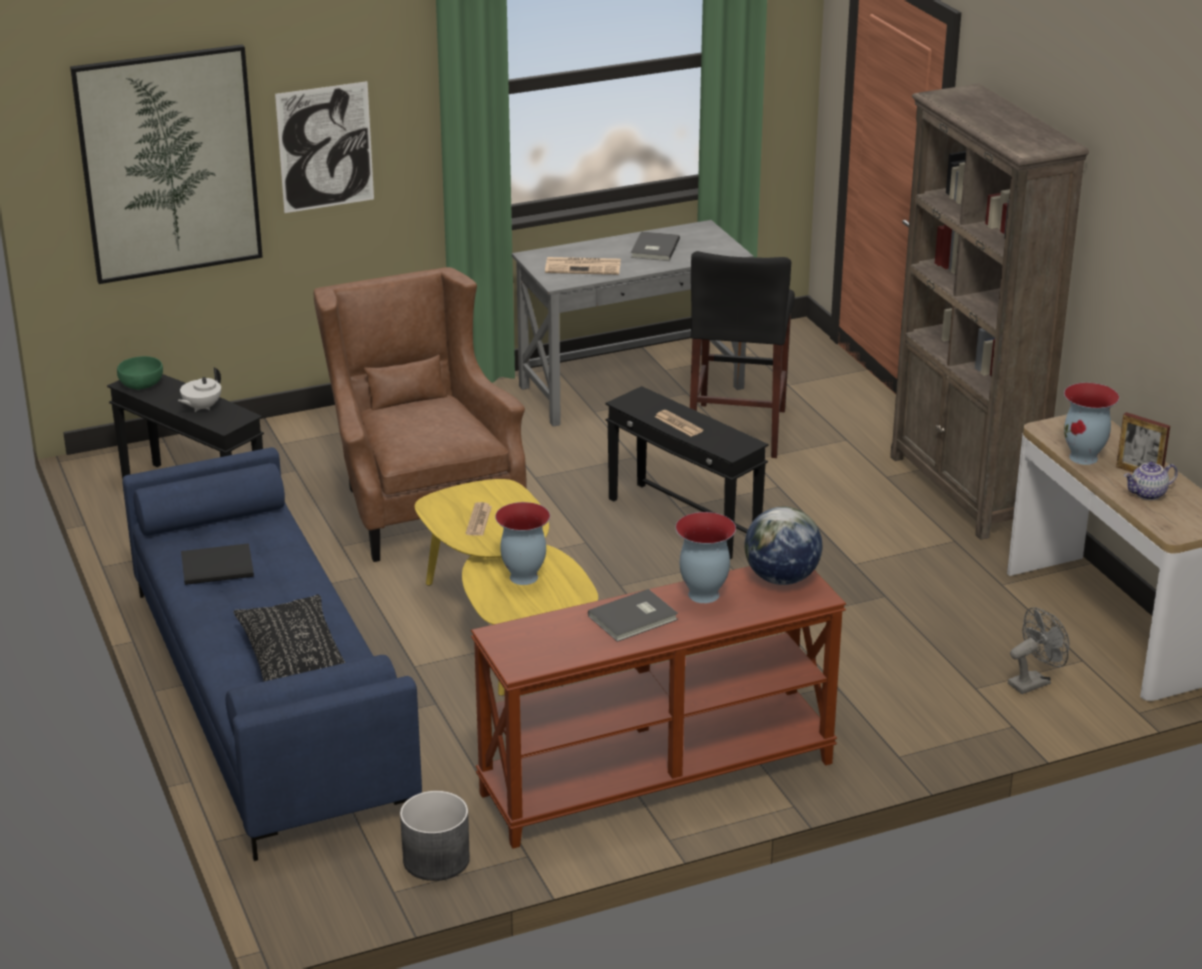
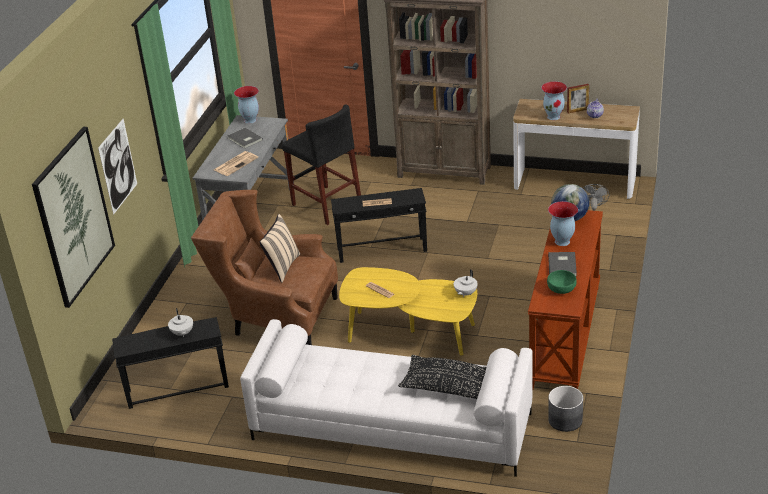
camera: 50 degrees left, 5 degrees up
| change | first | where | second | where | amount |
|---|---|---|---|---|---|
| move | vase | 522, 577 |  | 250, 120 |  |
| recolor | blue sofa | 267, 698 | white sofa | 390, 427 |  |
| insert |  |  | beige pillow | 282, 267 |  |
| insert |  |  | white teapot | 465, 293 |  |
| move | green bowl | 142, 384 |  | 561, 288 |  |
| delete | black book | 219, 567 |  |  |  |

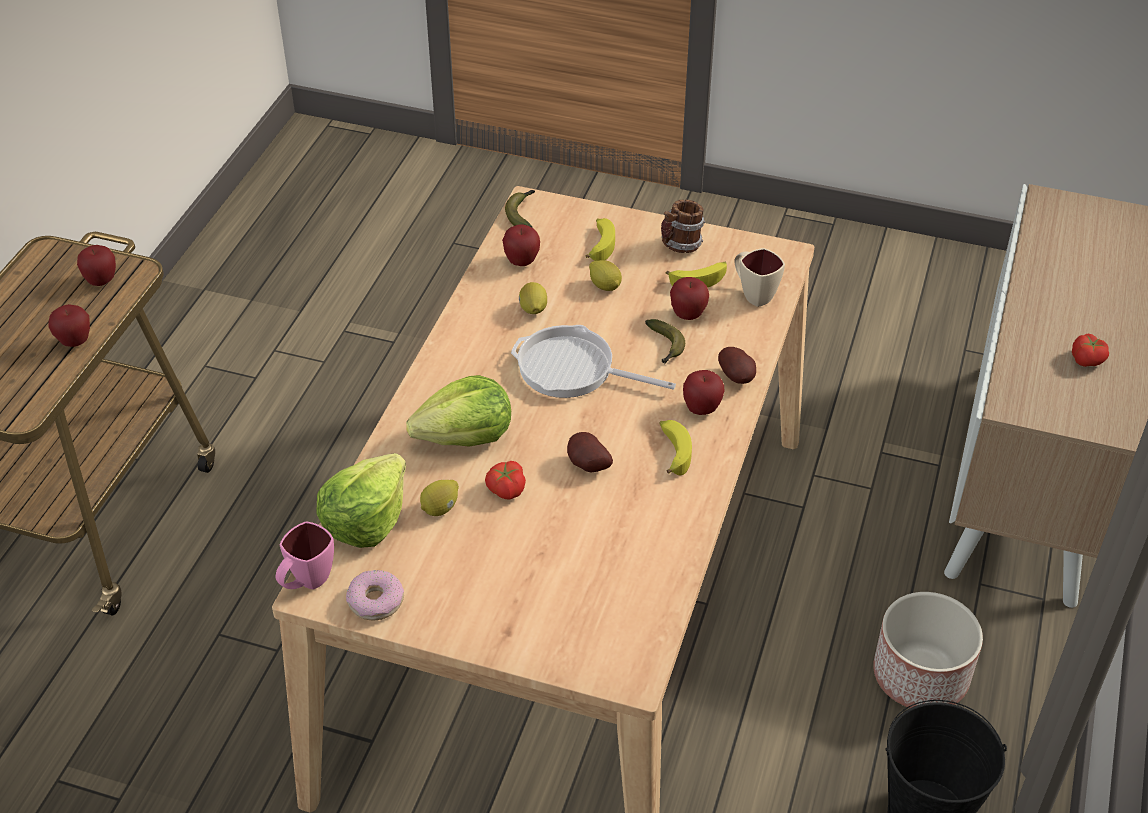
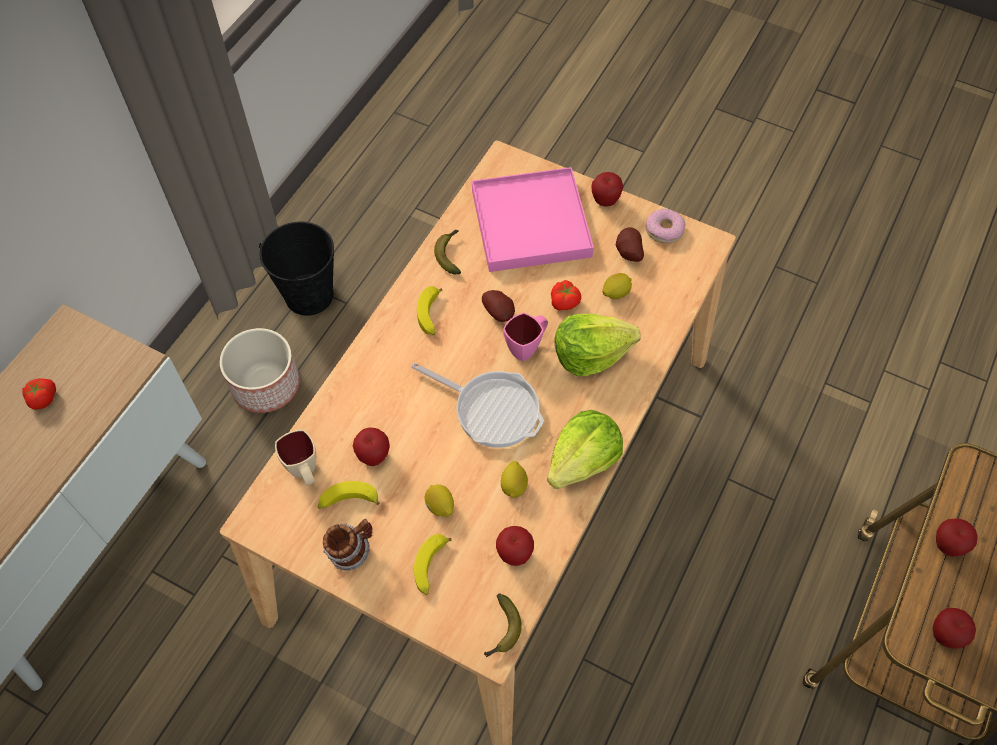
camera: 170 degrees left, 15 degrees up
| change | first | where | second | where | amount |
|---|---|---|---|---|---|
| move | banana | 665, 347 |  | 450, 254 |  |
| insert |  |  | pink tray | 531, 223 |  |
| move | pink mug | 306, 583 |  | 527, 347 |  |
| move | lettuce | 365, 519 |  | 583, 460 |  |
| move | apple | 701, 409 |  | 605, 201 |  |
| move | potato | 737, 377 |  | 627, 253 |  |

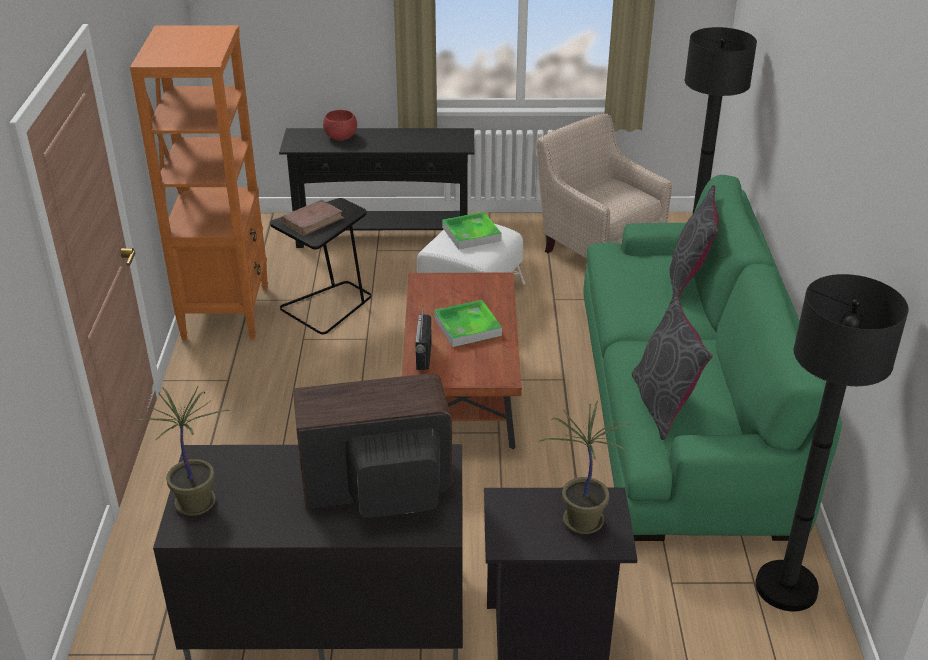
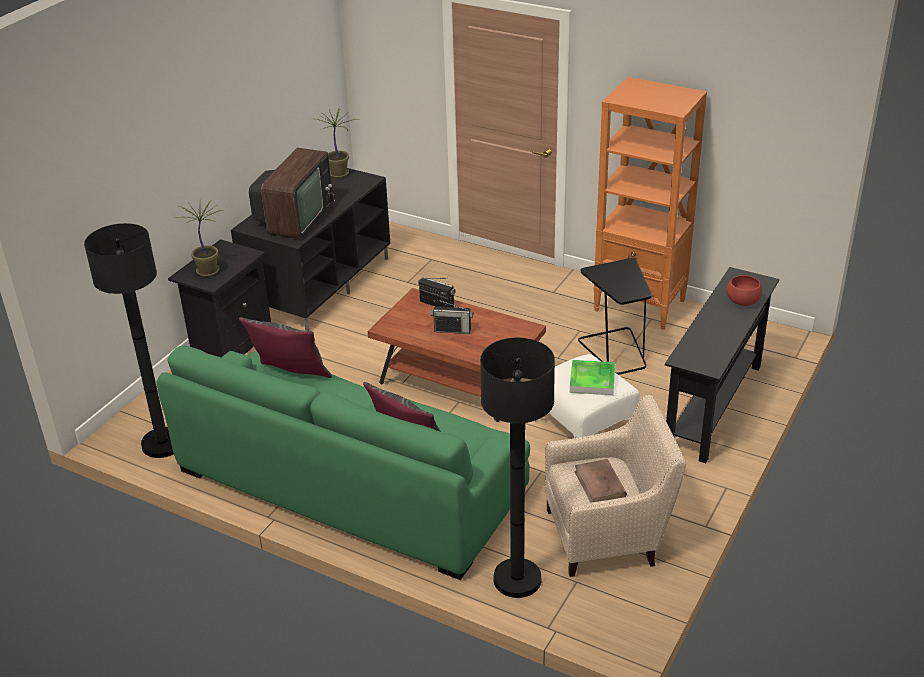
camera: 120 degrees right, 0 degrees up
| change | first | where | second | where | amount |
|---|---|---|---|---|---|
| replace | tray | 467, 327 | radio | 452, 330 |  |
| move | brown book | 313, 220 |  | 600, 484 |  |

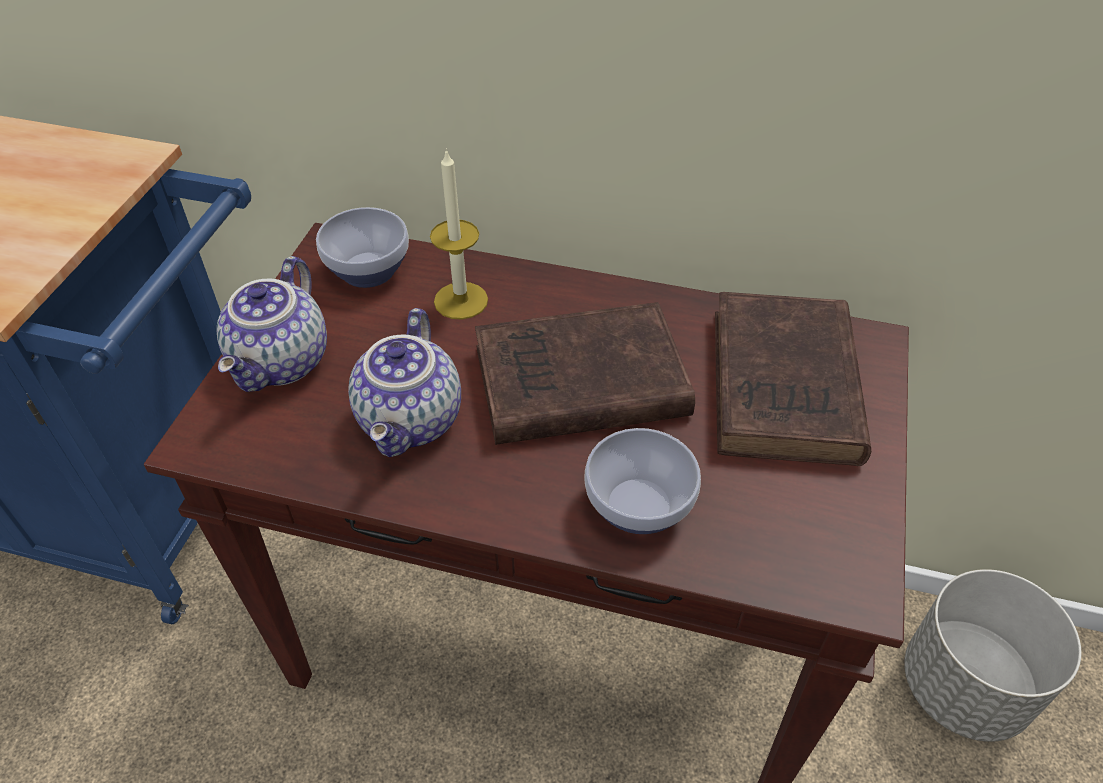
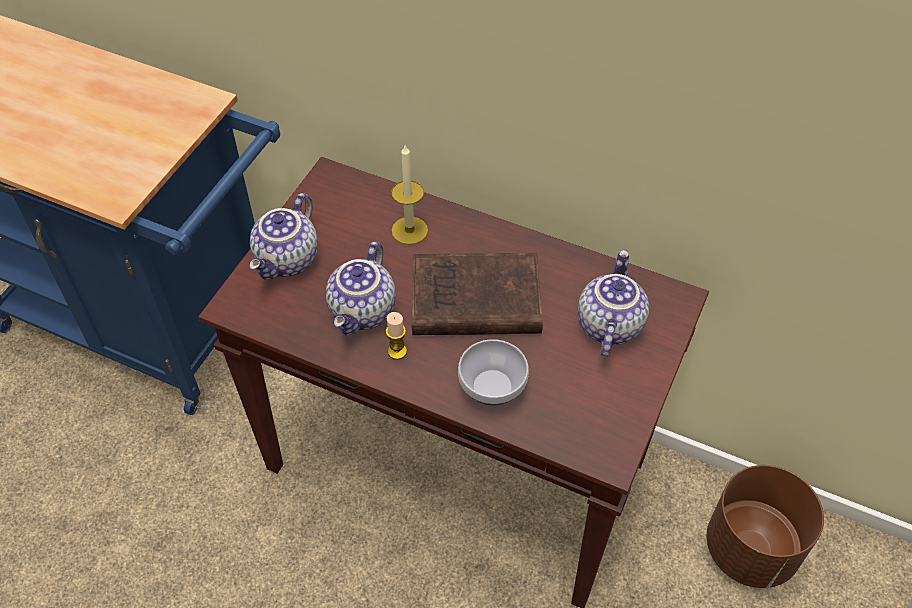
camera: 10 degrees right, 5 degrees up
| change | first | where | second | where | amount |
|---|---|---|---|---|---|
| insert |  |  | candle | 397, 351 |  |
| replace | brown book | 784, 390 | teapot | 608, 324 |  |
| recolor | grey planter | 964, 687 | brown planter | 751, 549 |  |
| delete | bowl | 371, 271 |  |  |  |

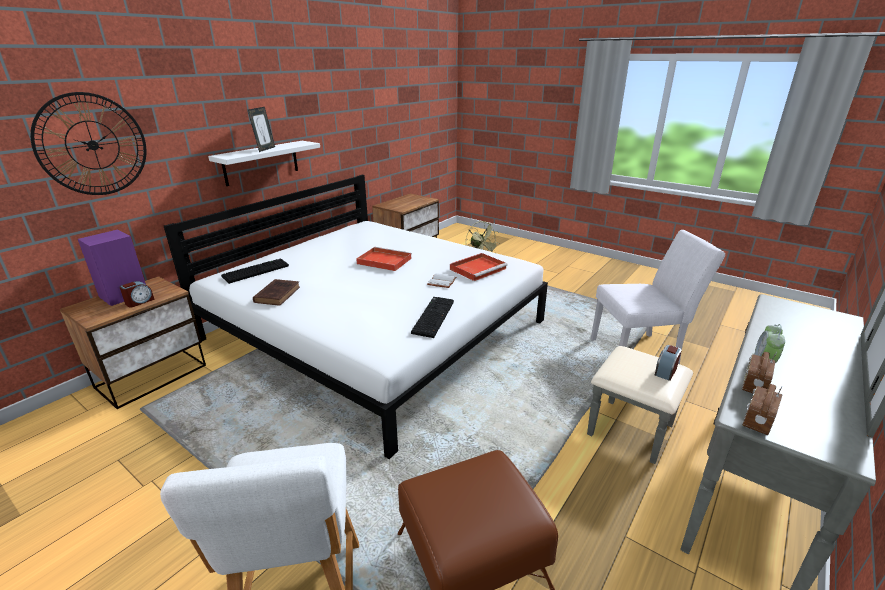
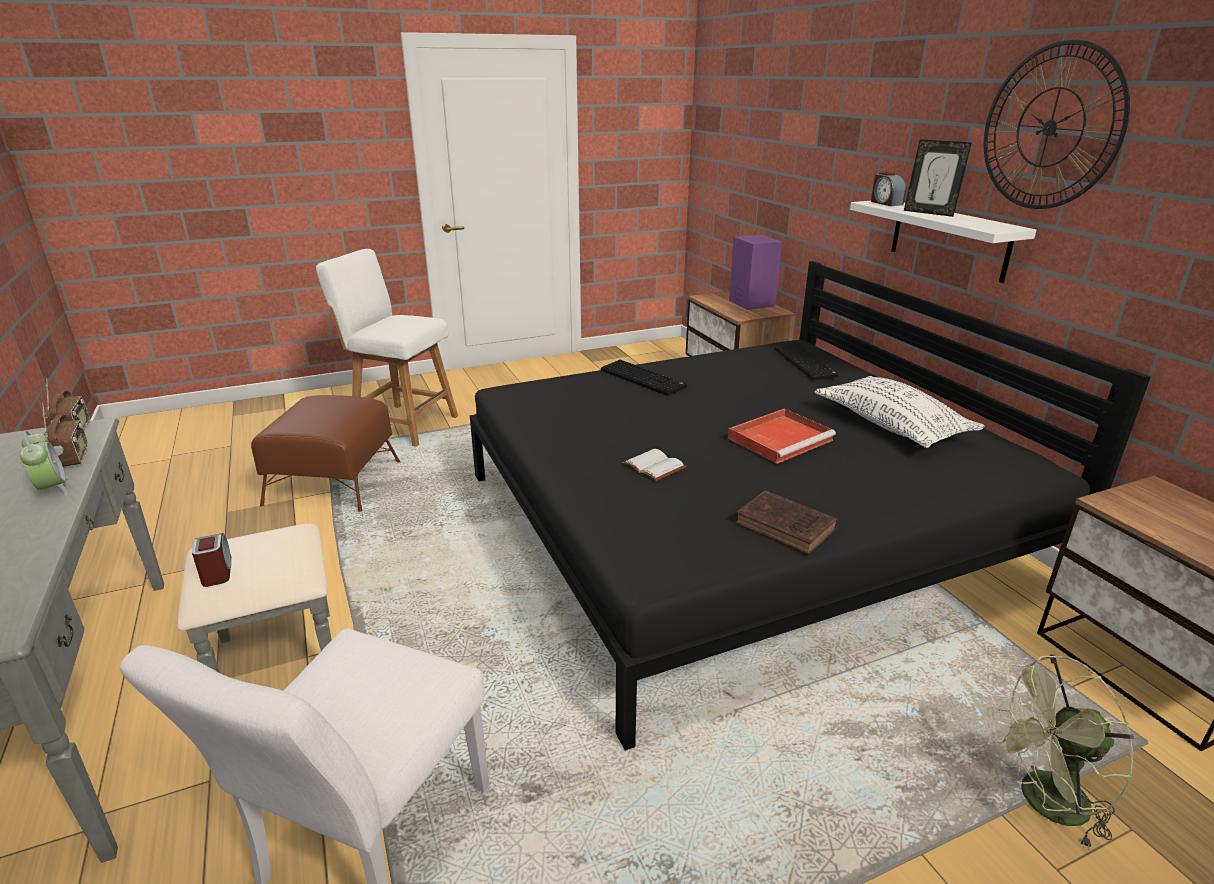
camera: 120 degrees right, 0 degrees up
| change | first | where | second | where | amount |
|---|---|---|---|---|---|
| recolor | white bed | 376, 330 | black bed | 739, 526 |  |
| move | keyboard | 432, 317 |  | 644, 379 |  |
| move | brown book | 278, 294 |  | 787, 527 |  |
| insert |  |  | white pillow | 891, 426 |  |
| move | alarm clock | 139, 302 |  | 885, 203 |  |
| move | wall clock | 93, 145 |  | 1050, 127 |  |
| delete | red tray | 478, 268 |  |  |  |

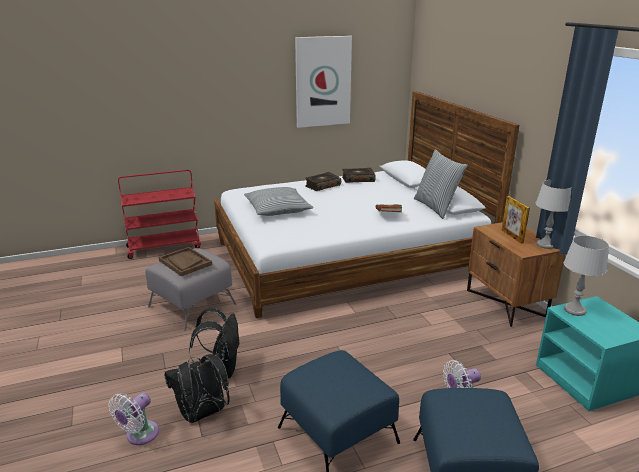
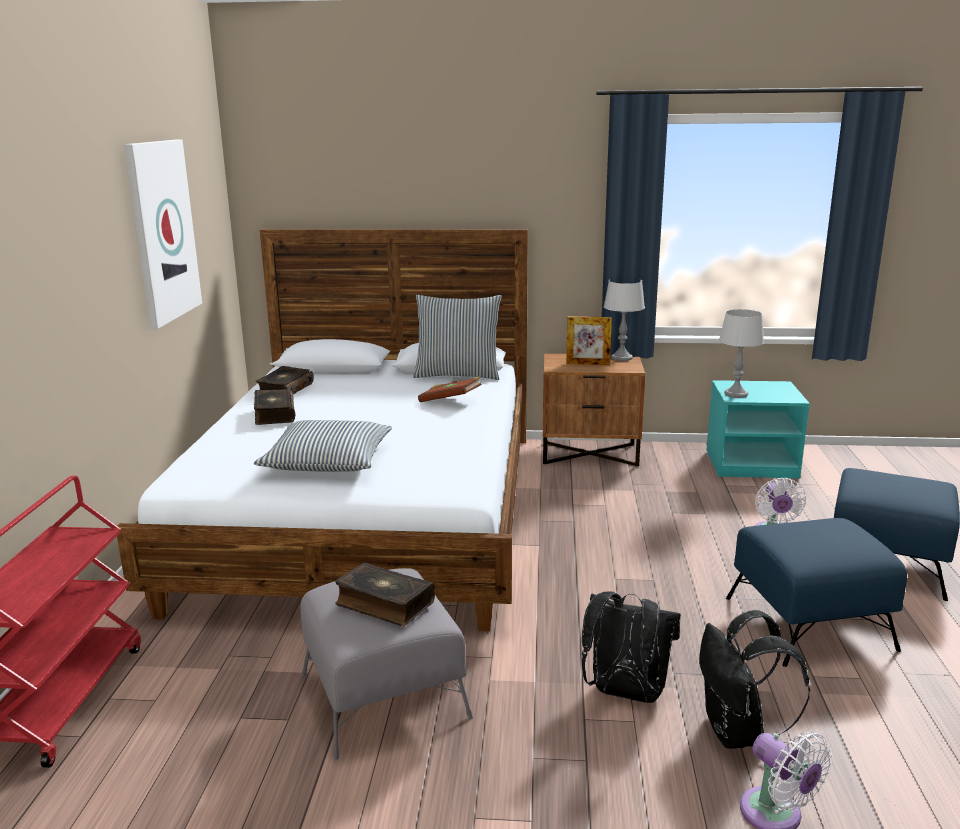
camera: 65 degrees left, 5 degrees down
| change | first | where | second | where | amount |
|---|---|---|---|---|---|
| replace | brown tray | 185, 262 | book | 384, 604 |  |

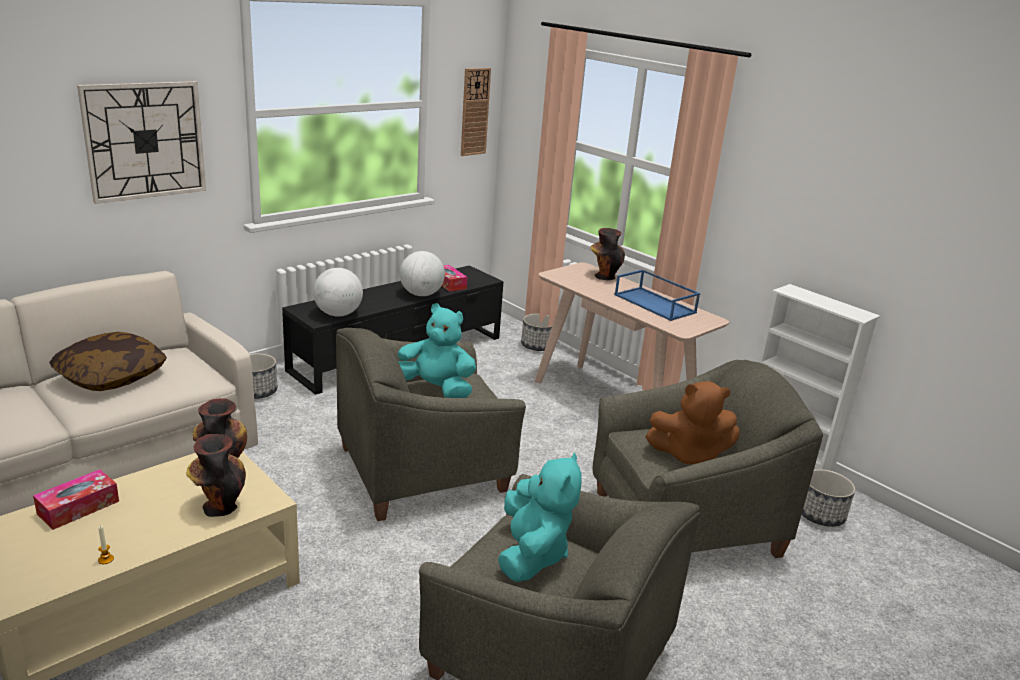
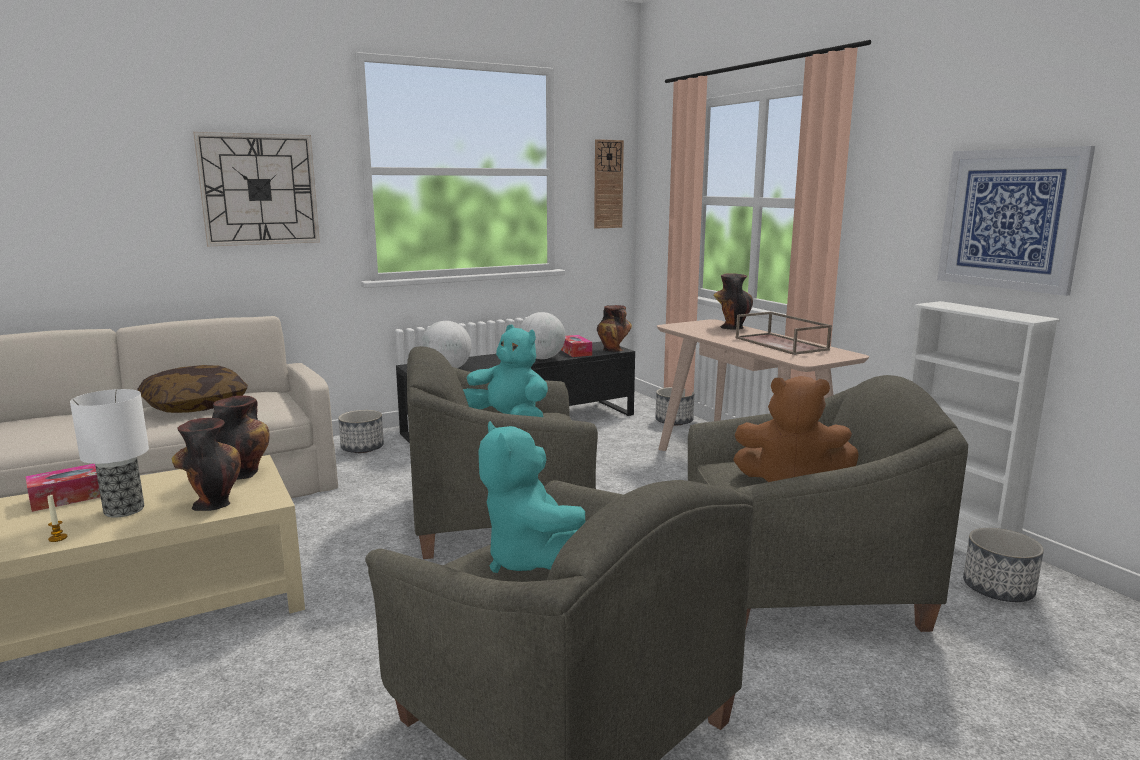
camera: 15 degrees right, 10 degrees down
| change | first | where | second | where | amount |
|---|---|---|---|---|---|
| insert |  |  | table lamp | 123, 510 |  |
| rotate | turquoise plush toy | 532, 554 |  | 533, 561 | 135 degrees clockwise |
| insert |  |  | vase | 614, 350 |  |
| recolor | blue tray | 656, 304 | brown tray | 782, 344 |  |
| insert |  |  | picture | 1010, 219 |  |

